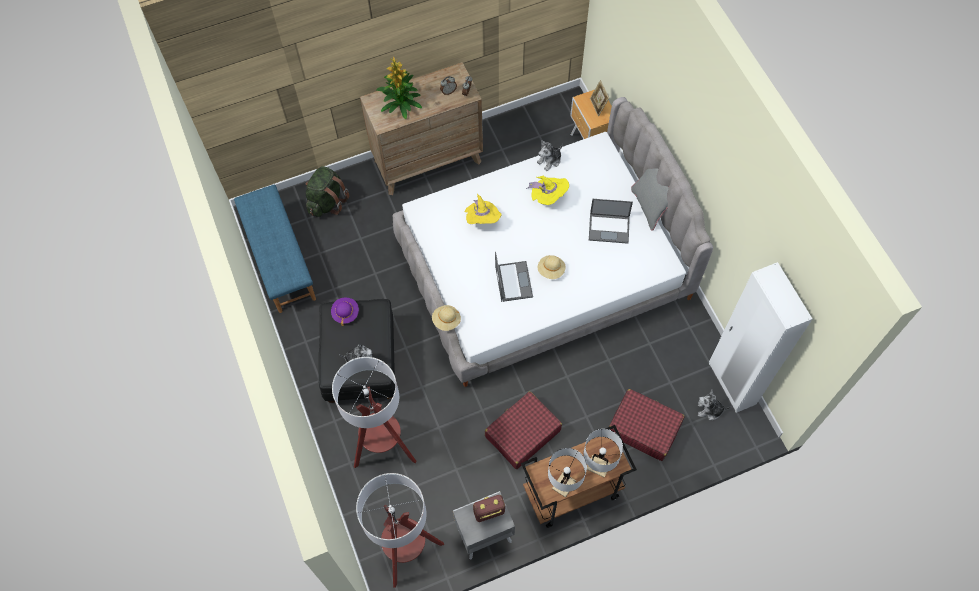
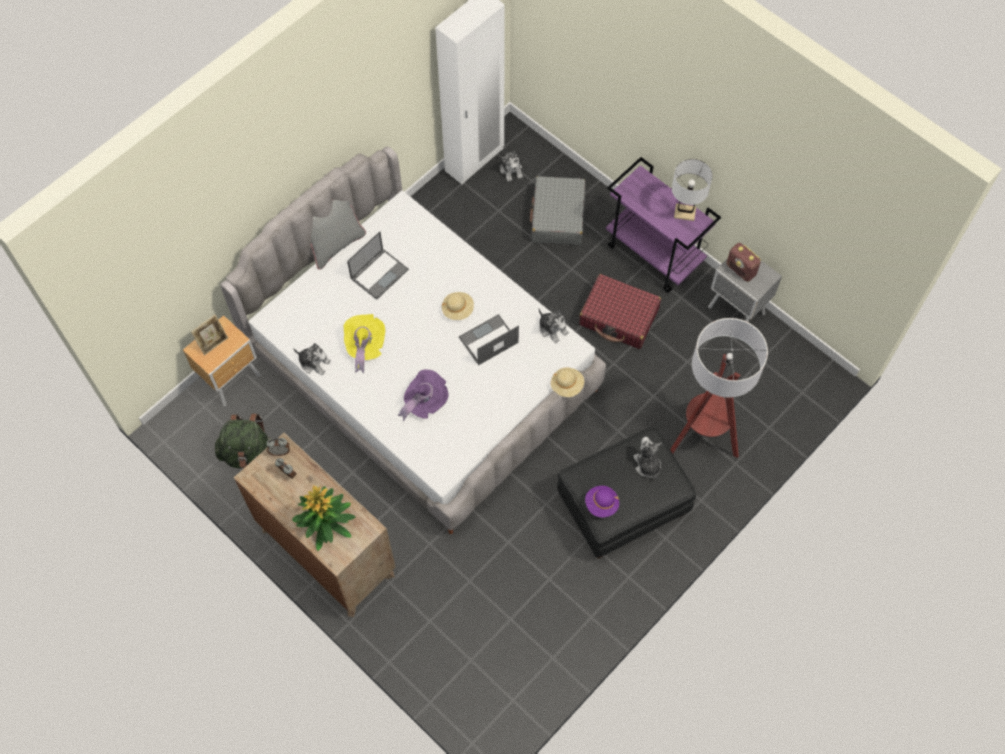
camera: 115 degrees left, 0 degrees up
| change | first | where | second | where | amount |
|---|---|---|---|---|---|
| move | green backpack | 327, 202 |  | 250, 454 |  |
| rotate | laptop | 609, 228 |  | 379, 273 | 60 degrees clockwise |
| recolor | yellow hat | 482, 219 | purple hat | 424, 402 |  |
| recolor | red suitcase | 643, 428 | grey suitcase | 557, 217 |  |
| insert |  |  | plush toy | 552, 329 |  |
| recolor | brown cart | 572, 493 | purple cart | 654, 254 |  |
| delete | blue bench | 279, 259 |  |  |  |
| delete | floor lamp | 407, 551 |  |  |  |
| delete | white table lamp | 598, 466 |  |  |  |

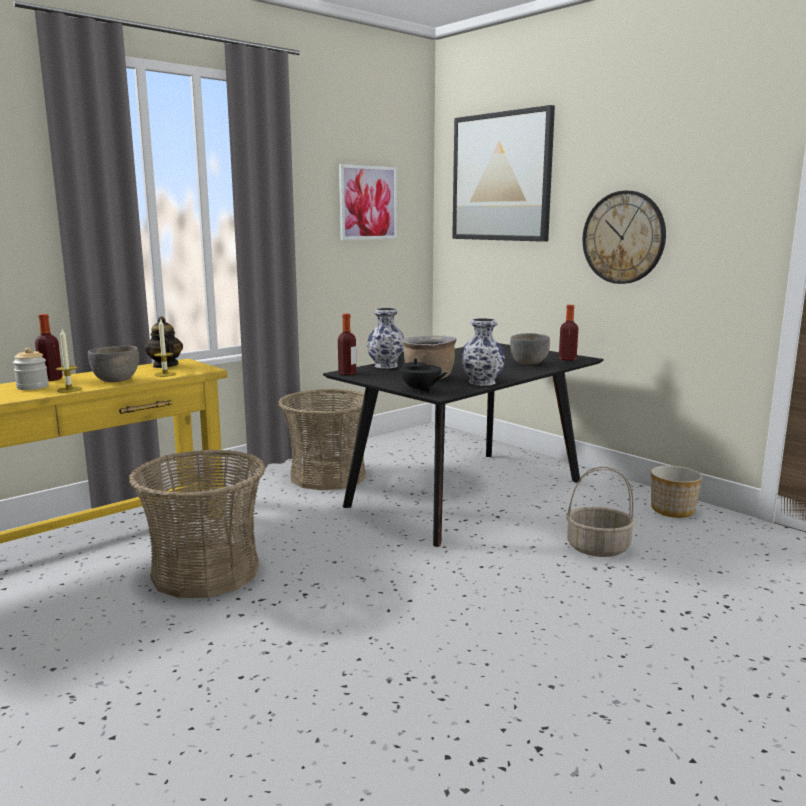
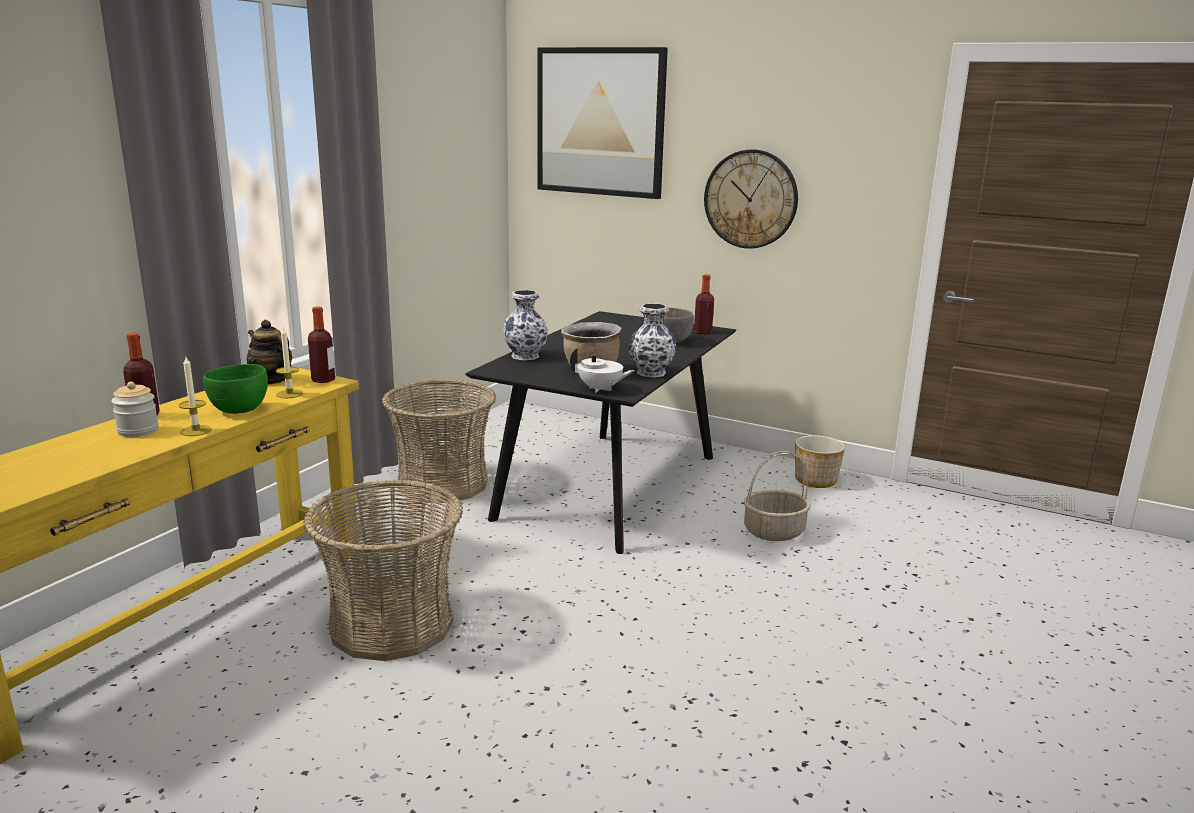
camera: 20 degrees left, 5 degrees up
| change | first | where | second | where | amount |
|---|---|---|---|---|---|
| recolor | grey bowl | 116, 381 | green bowl | 240, 410 |  |
| move | bottle | 347, 373 |  | 323, 380 |  |
| recolor | black teapot | 420, 390 | white teapot | 600, 389 |  |
| delete | picture | 367, 203 |  |  |  |

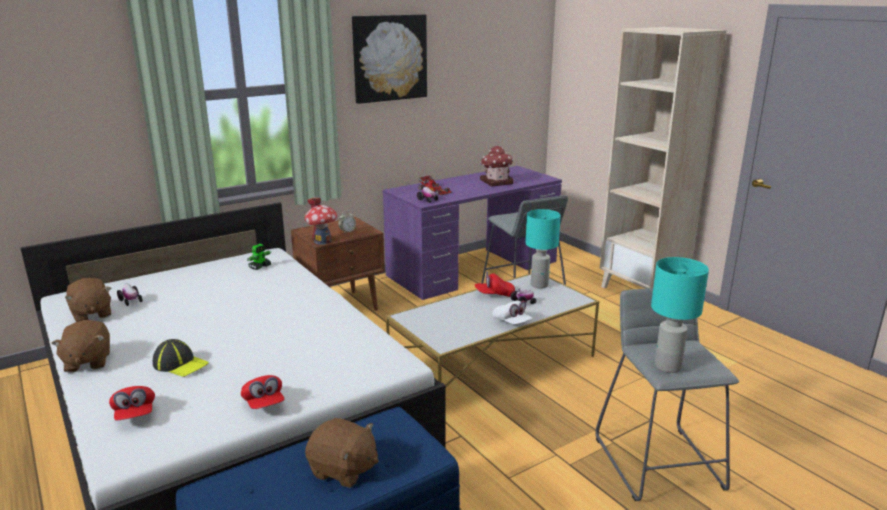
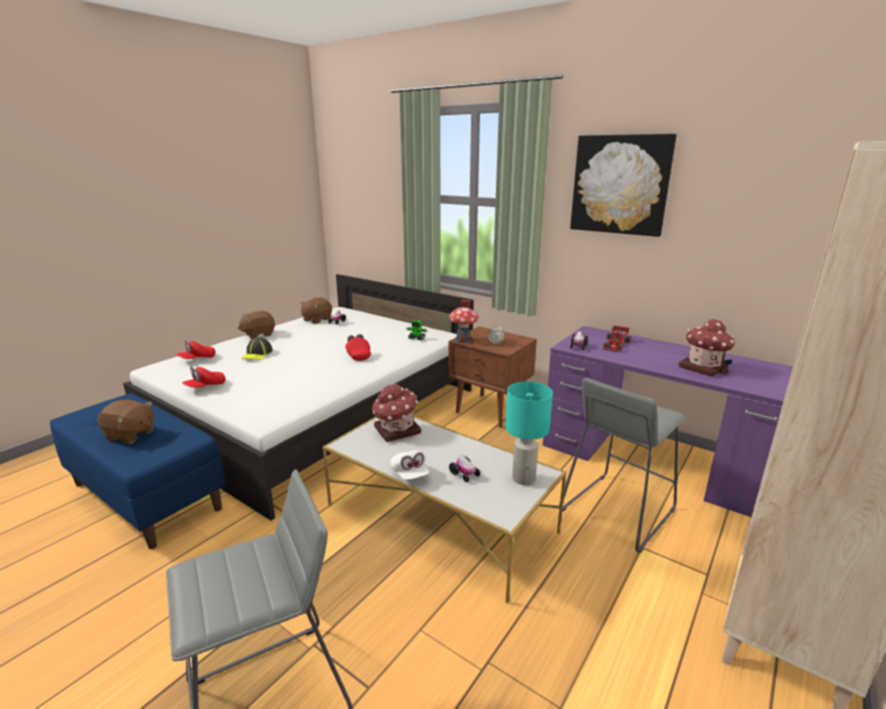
camera: 70 degrees right, 0 degrees up
| change | first | where | second | where | amount |
|---|---|---|---|---|---|
| rotate | brown plush toy | 343, 470 |  | 130, 435 | 75 degrees counterclockwise |
| move | red cap | 494, 294 |  | 358, 355 |  |
| insert |  |  | toy house | 396, 430 |  |
| rotate | white cap | 511, 322 |  | 409, 474 | 60 degrees counterclockwise |
| delete | turquoise table lamp | 667, 367 |  |  |  |

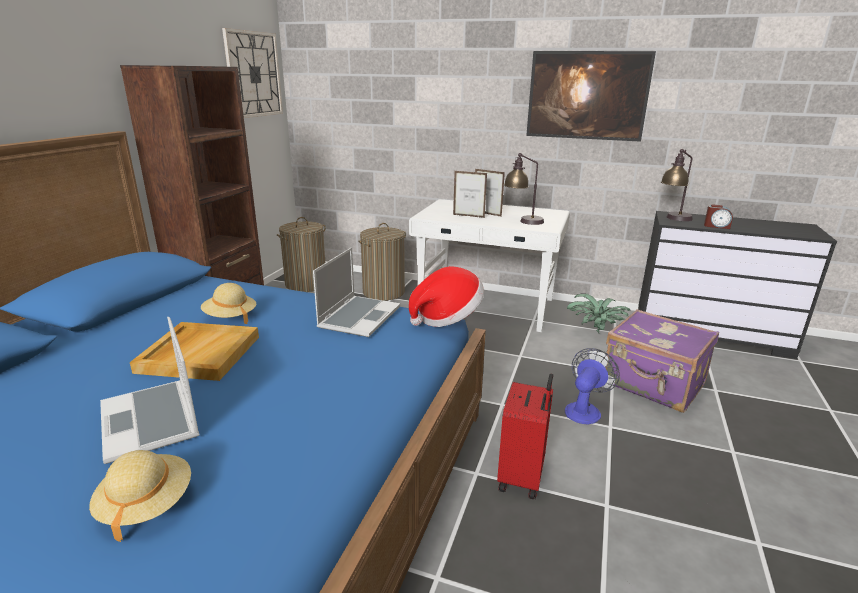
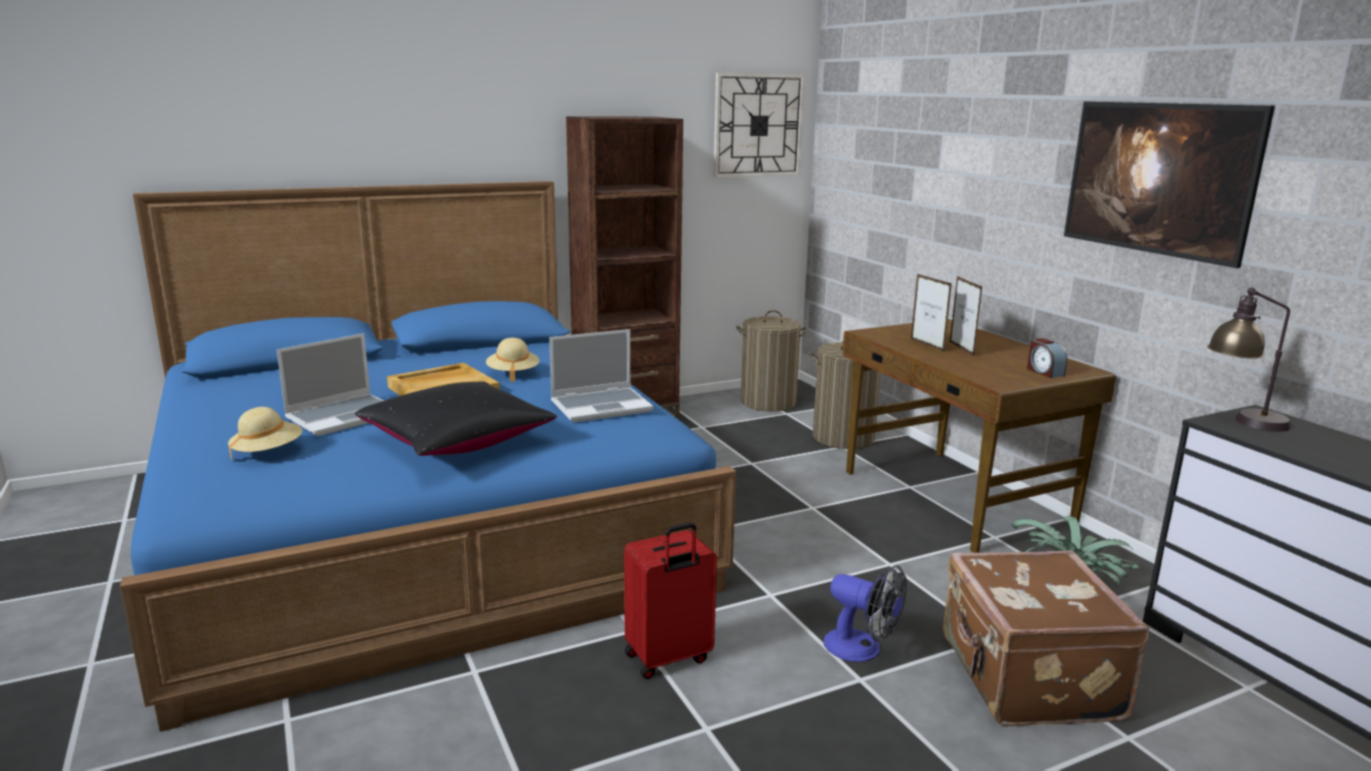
camera: 45 degrees right, 5 degrees down
| change | first | where | second | where | amount |
|---|---|---|---|---|---|
| rotate | laptop | 152, 421 |  | 344, 416 | 150 degrees counterclockwise |
| insert |  |  | black pillow | 457, 440 |  |
| rotate | fan | 584, 409 |  | 862, 649 | 45 degrees clockwise |
| recolor | white desk | 487, 306 | brown desk | 954, 498 |  |
| recolor | purple suitcase | 653, 384 | brown suitcase | 1026, 679 |  |
| move | alarm clock | 716, 226 |  | 1044, 372 |  |
| delete | hat | 447, 317 |  |  |  |
| delete | table lamp | 522, 221 |  |  |  |

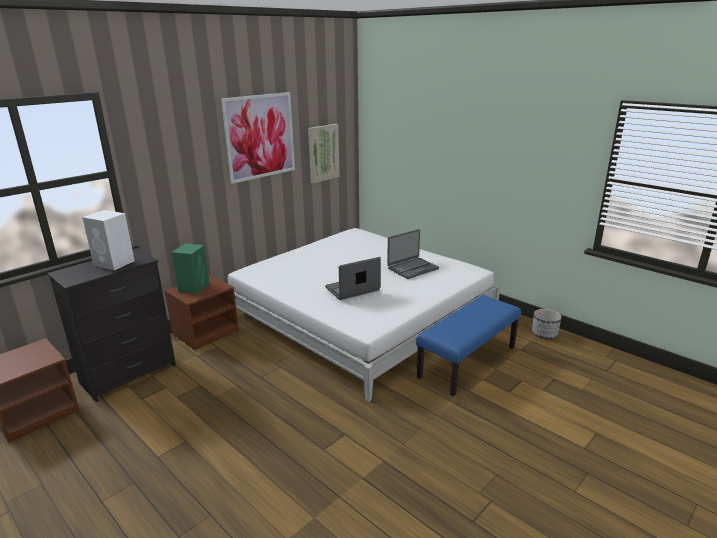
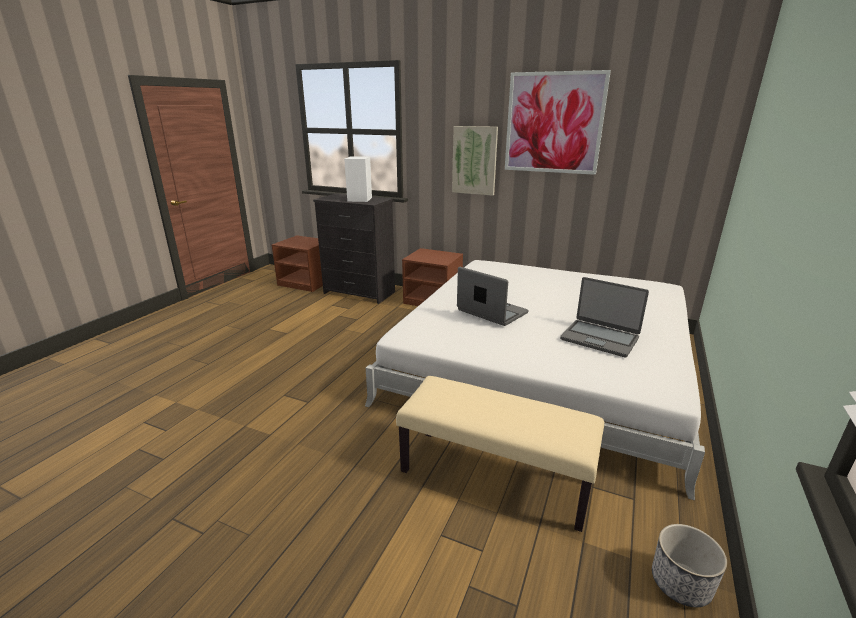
camera: 70 degrees right, 0 degrees up
| change | first | where | second | where | amount |
|---|---|---|---|---|---|
| recolor | blue bench | 467, 362 | beige bench | 495, 475 |  |
| move | picture | 323, 153 |  | 474, 160 |  |
| delete | green speaker | 194, 287 |  |  |  |

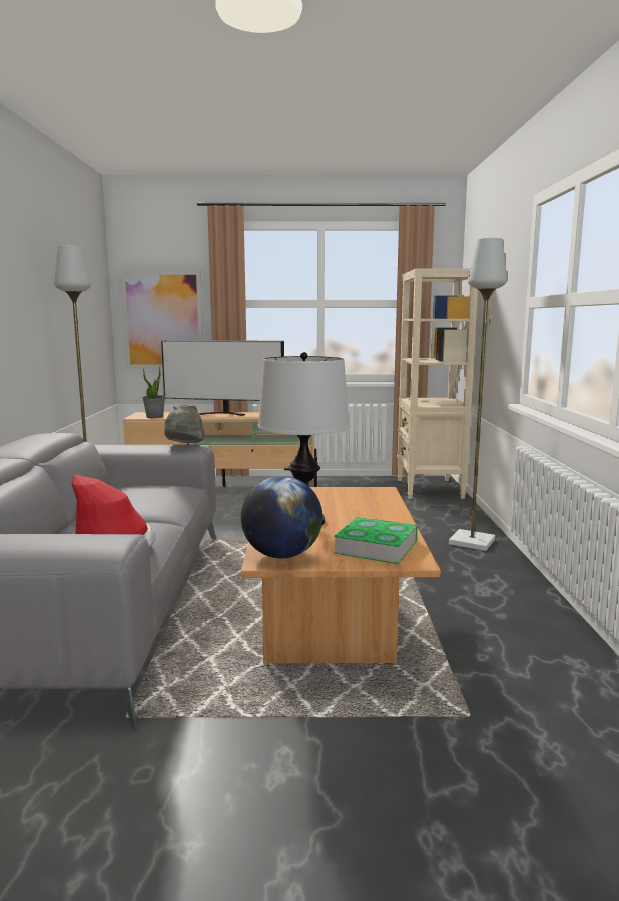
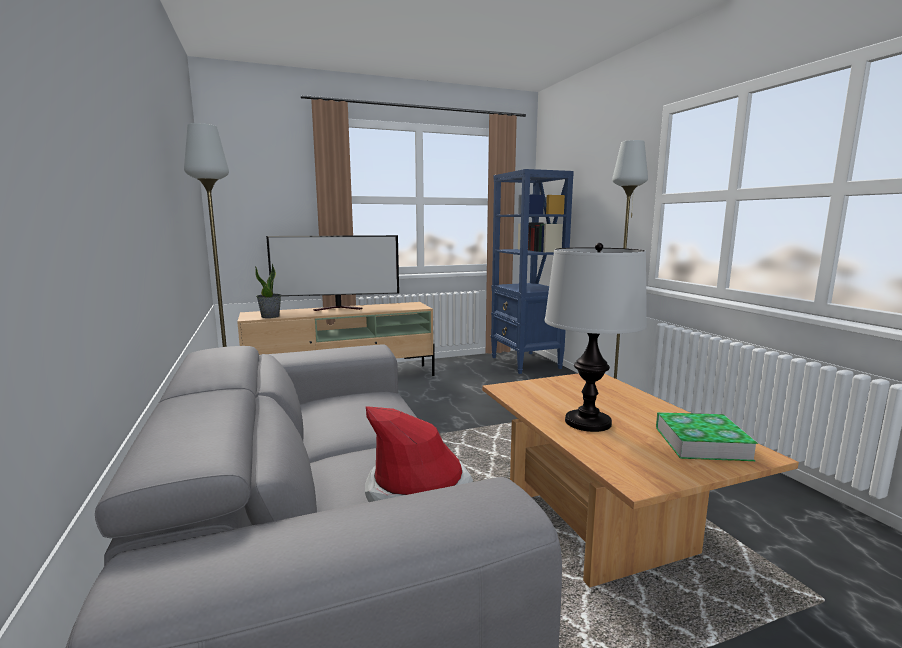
camera: 20 degrees left, 0 degrees up
| change | first | where | second | where | amount |
|---|---|---|---|---|---|
| recolor | beige bookcase | 429, 489 | blue bookcase | 525, 363 |  |
| delete | picture | 163, 320 |  |  |  |
| delete | grey hat | 184, 446 |  |  |  |
| delete | globe | 281, 555 |  |  |  |

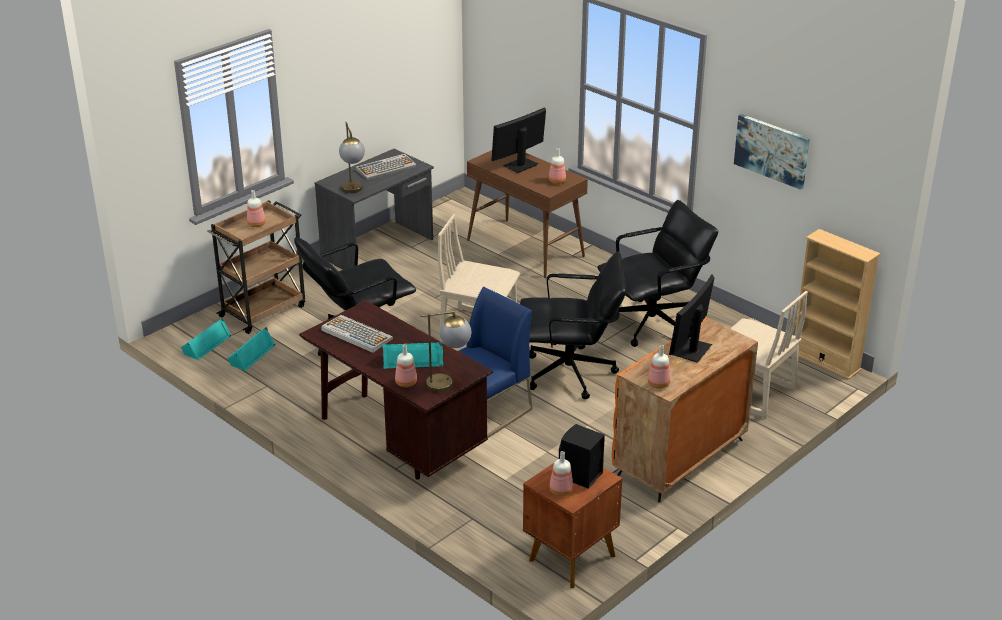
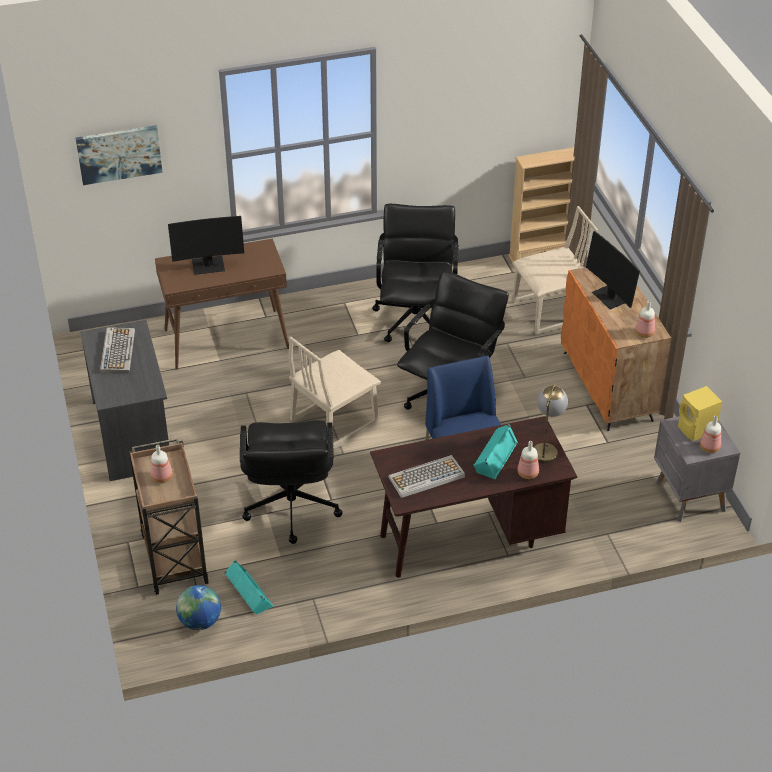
camera: 60 degrees left, 10 degrees up
| change | first | where | second | where | amount |
|---|---|---|---|---|---|
| move | picture | 772, 150 |  | 119, 154 |  |
| rotate | monitor | 520, 165 |  | 208, 266 | 90 degrees counterclockwise |
| replace | turquoise speaker | 206, 344 | globe | 200, 621 |  |
| recolor | brown nightstand | 570, 557 | grey nightstand | 689, 497 |  |
| recolor | black speaker | 580, 476 | yellow speaker | 697, 430 |  |
| delete | table lamp | 353, 192 |  |  |  |
| delete | bottle | 556, 181 |  |  |  |

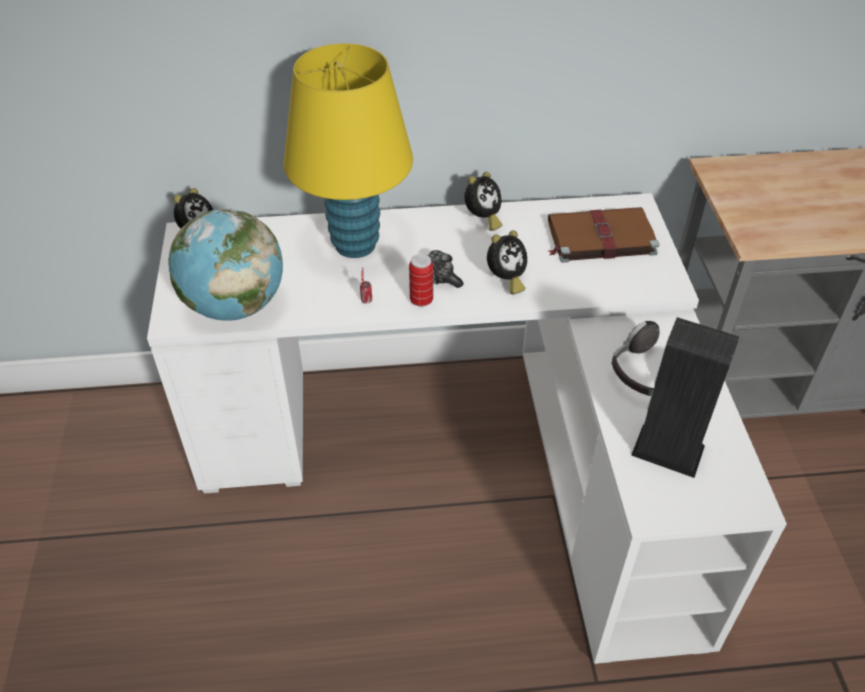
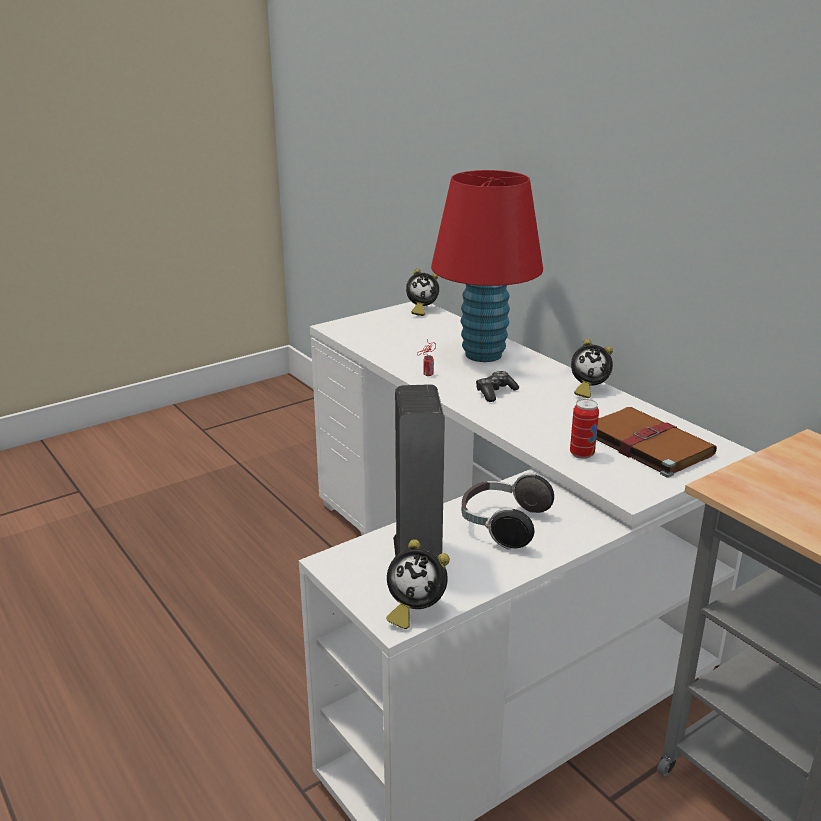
camera: 60 degrees right, 20 degrees down
| change | first | where | second | where | amount |
|---|---|---|---|---|---|
| move | alarm clock | 505, 280 |  | 414, 610 |  |
| recolor | yellow table lamp | 355, 244 | red table lamp | 483, 354 |  |
| move | can | 421, 300 |  | 582, 454 |  |
| delete | globe | 235, 306 |  |  |  |

